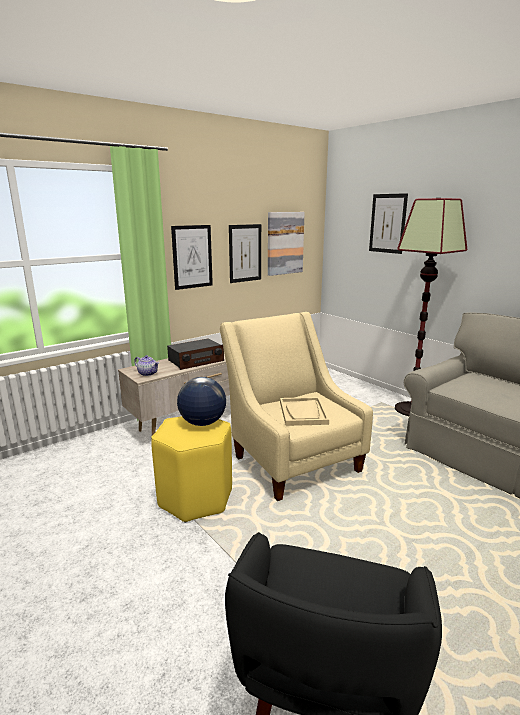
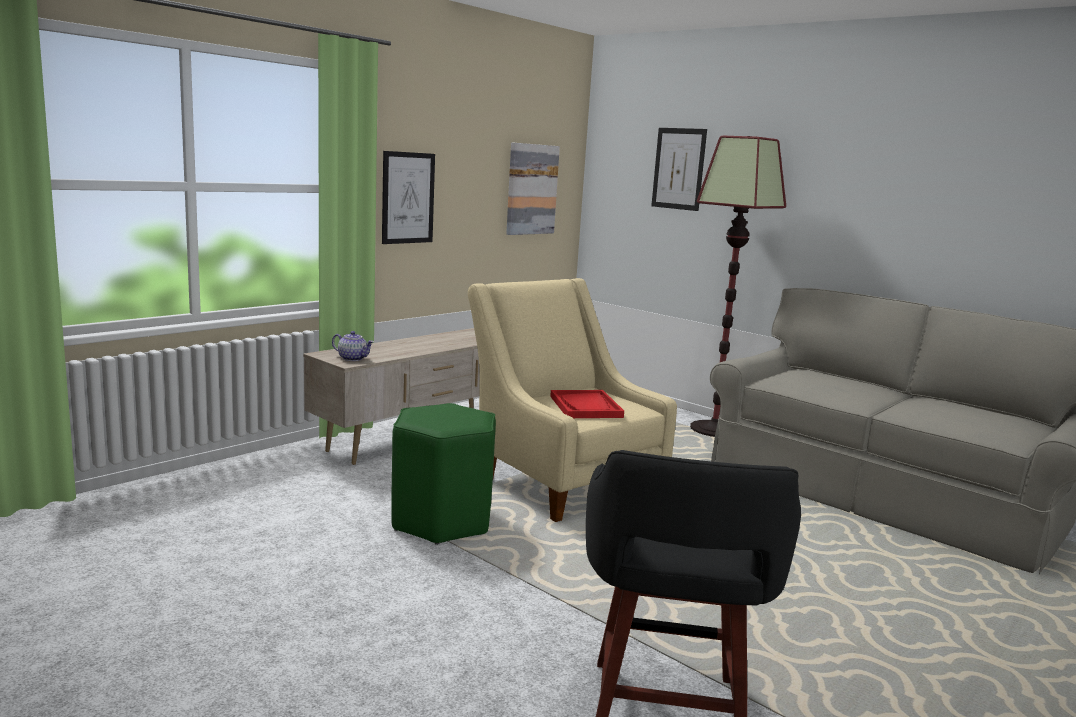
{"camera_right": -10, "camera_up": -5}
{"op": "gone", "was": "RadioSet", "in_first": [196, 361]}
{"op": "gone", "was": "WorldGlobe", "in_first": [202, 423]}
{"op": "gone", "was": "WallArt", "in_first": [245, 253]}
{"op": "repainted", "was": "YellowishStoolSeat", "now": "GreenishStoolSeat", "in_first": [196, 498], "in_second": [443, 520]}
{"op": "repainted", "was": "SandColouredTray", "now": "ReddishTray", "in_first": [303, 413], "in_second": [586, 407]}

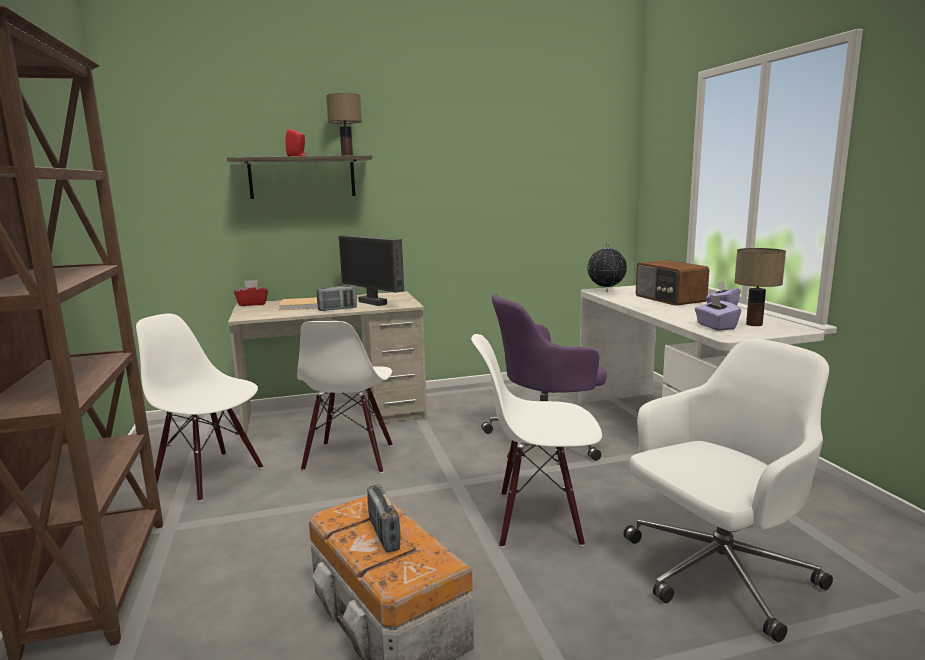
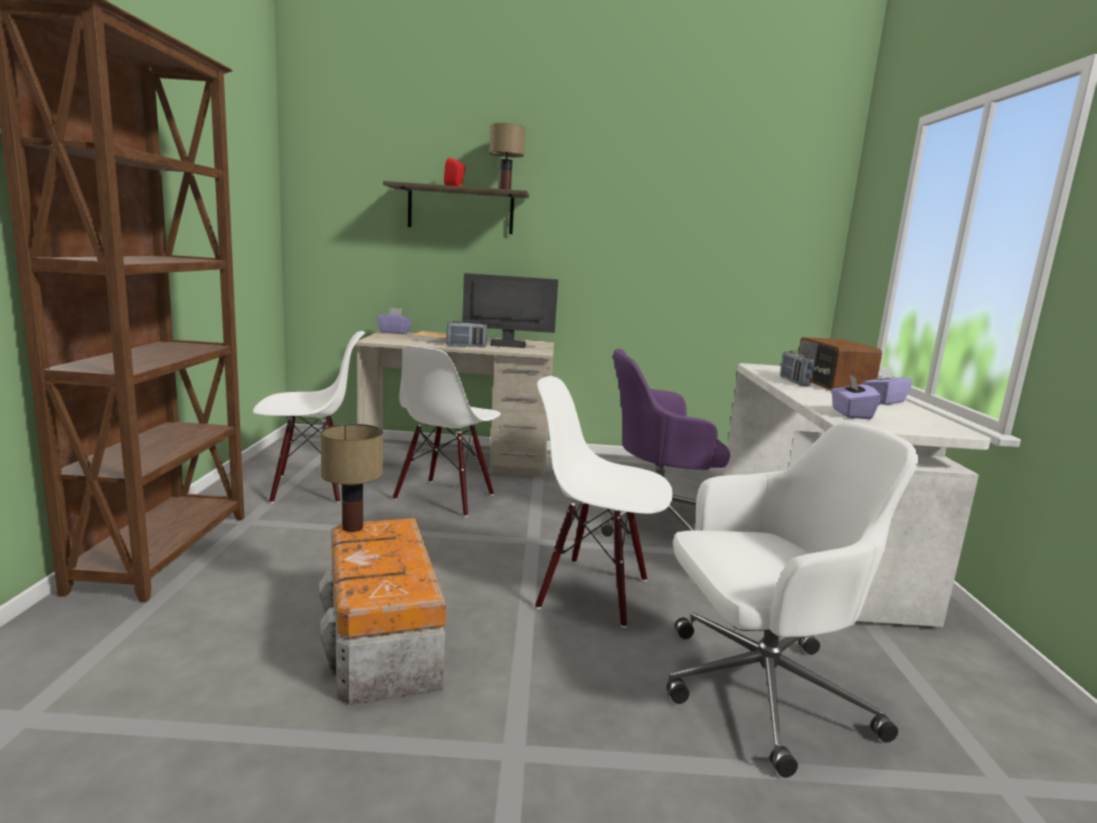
{"camera_right": 15, "camera_up": 0}
{"op": "gone", "was": "WorldGlobe", "in_first": [606, 292]}
{"op": "shifted", "was": "RadioSet", "in_first": [384, 535], "in_second": [794, 382]}
{"op": "shifted", "was": "LampForATable", "in_first": [754, 324], "in_second": [353, 527]}
{"op": "repainted", "was": "ReddishTissueBox", "now": "PurplishTissueBox", "in_first": [253, 304], "in_second": [394, 332]}
{"op": "rotated", "was": "WhitishUprightChair", "in_first": [210, 476], "in_second": [310, 487], "clockwise": 120}
{"op": "rotated", "was": "ComputerScreen", "in_first": [373, 303], "in_second": [507, 346], "clockwise": 120}

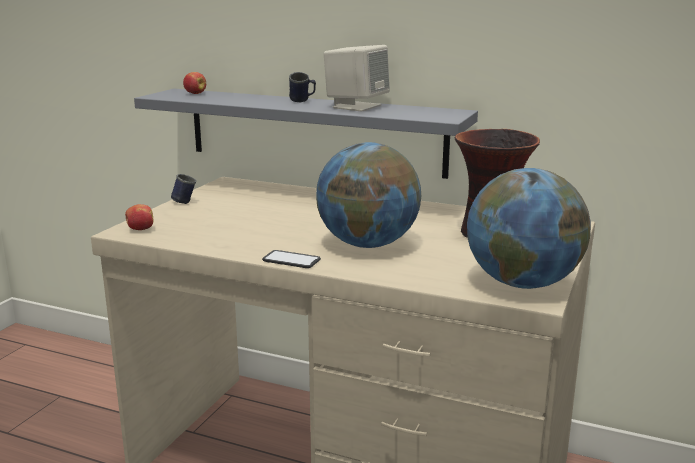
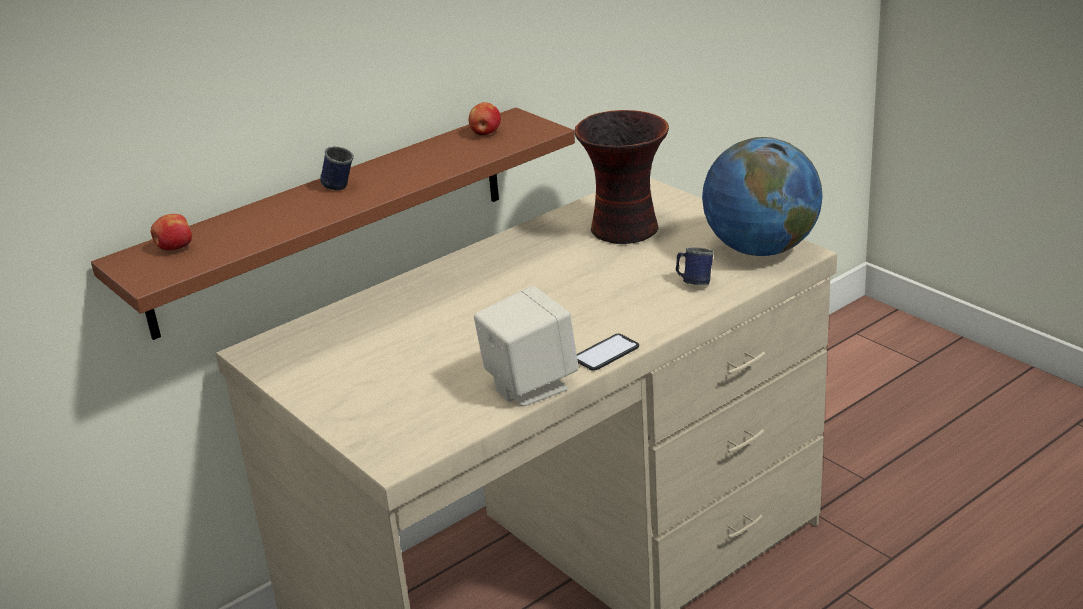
{"camera_right": -60, "camera_up": 10}
{"op": "gone", "was": "WorldGlobe", "in_first": [368, 244]}
{"op": "shifted", "was": "Apple", "in_first": [140, 229], "in_second": [485, 133]}
{"op": "shifted", "was": "BlueTeaMug", "in_first": [185, 201], "in_second": [694, 282]}
{"op": "shifted", "was": "SandColouredSpeaker", "in_first": [356, 106], "in_second": [529, 385]}
{"op": "repainted", "was": "GreyBracketShelf", "now": "BrownColouredBracketShelf", "in_first": [313, 131], "in_second": [331, 220]}

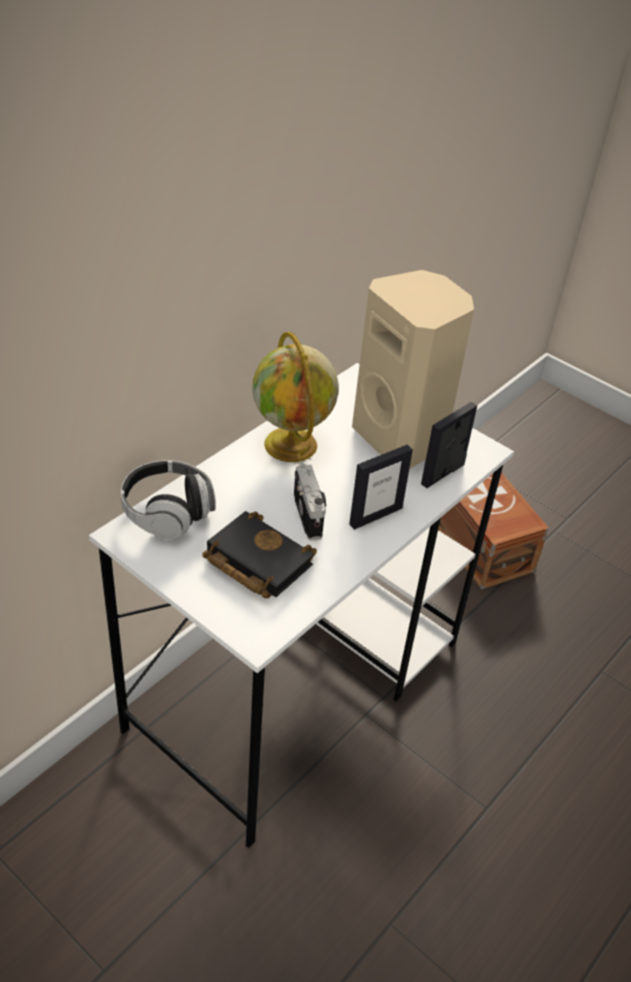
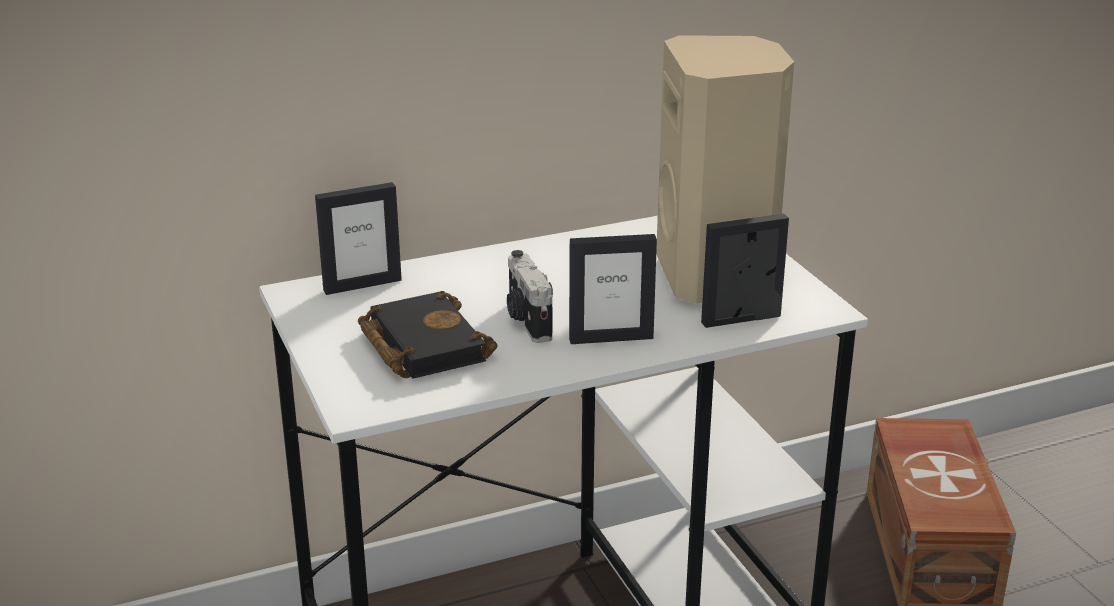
{"camera_right": 30, "camera_up": -15}
{"op": "gone", "was": "WorldGlobe", "in_first": [292, 446]}
{"op": "swapped", "was": "Headset", "now": "PhotoFrame", "in_first": [168, 512], "in_second": [362, 285]}
{"op": "rotated", "was": "StillCamera", "in_first": [310, 515], "in_second": [527, 321], "clockwise": 150}

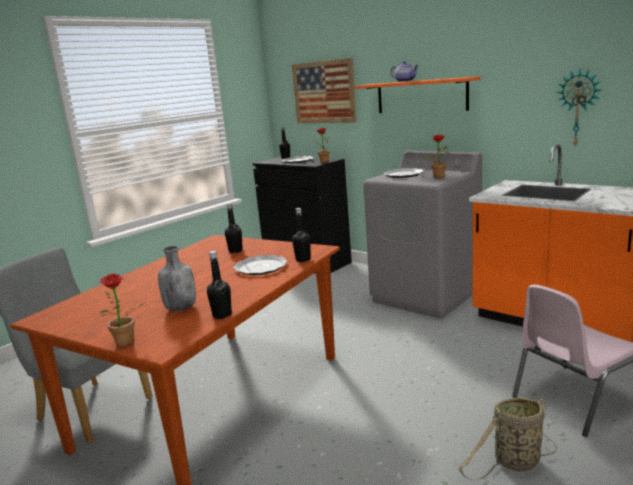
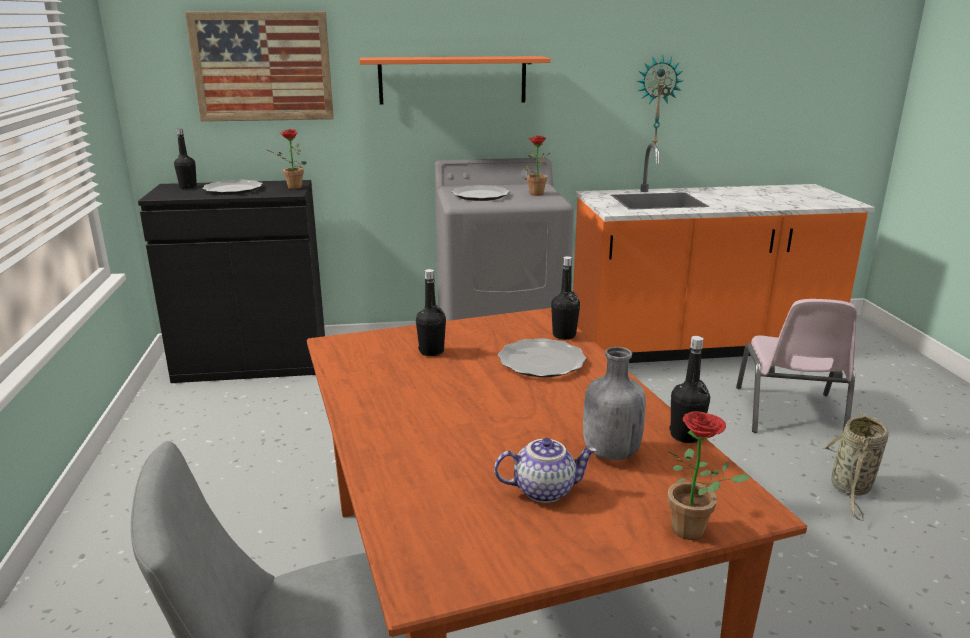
{"camera_right": -50, "camera_up": 5}
{"op": "shifted", "was": "Teapot", "in_first": [405, 81], "in_second": [544, 490]}

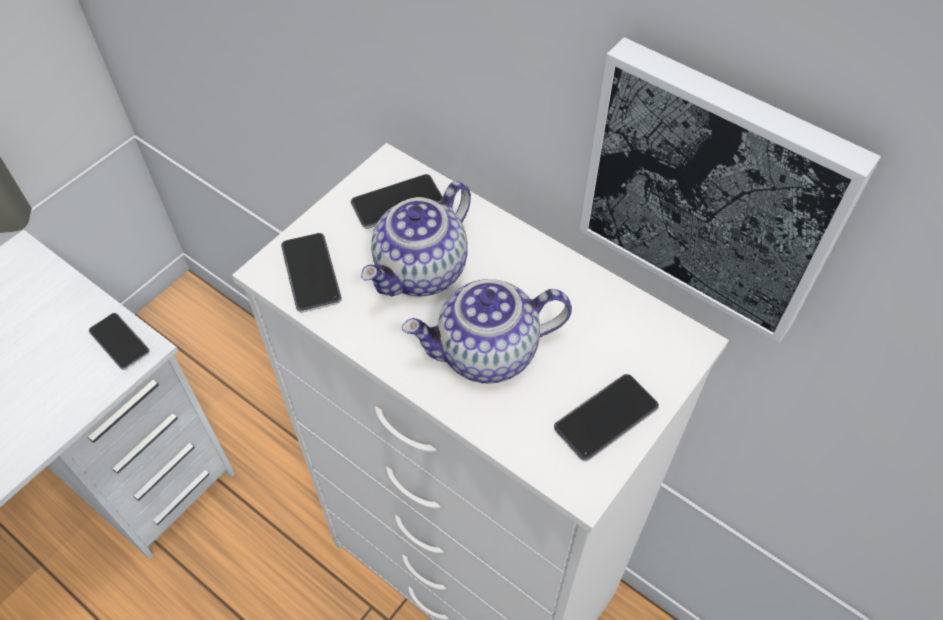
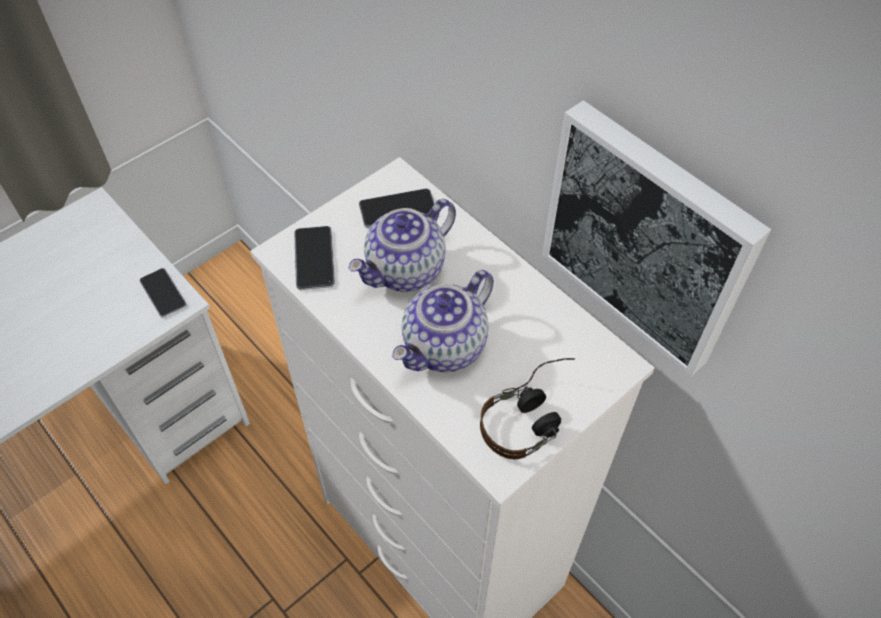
{"camera_right": 10, "camera_up": 0}
{"op": "swapped", "was": "Phone", "now": "Headset", "in_first": [606, 417], "in_second": [532, 416]}
{"op": "rotated", "was": "Teapot", "in_first": [487, 353], "in_second": [445, 347], "clockwise": -45}

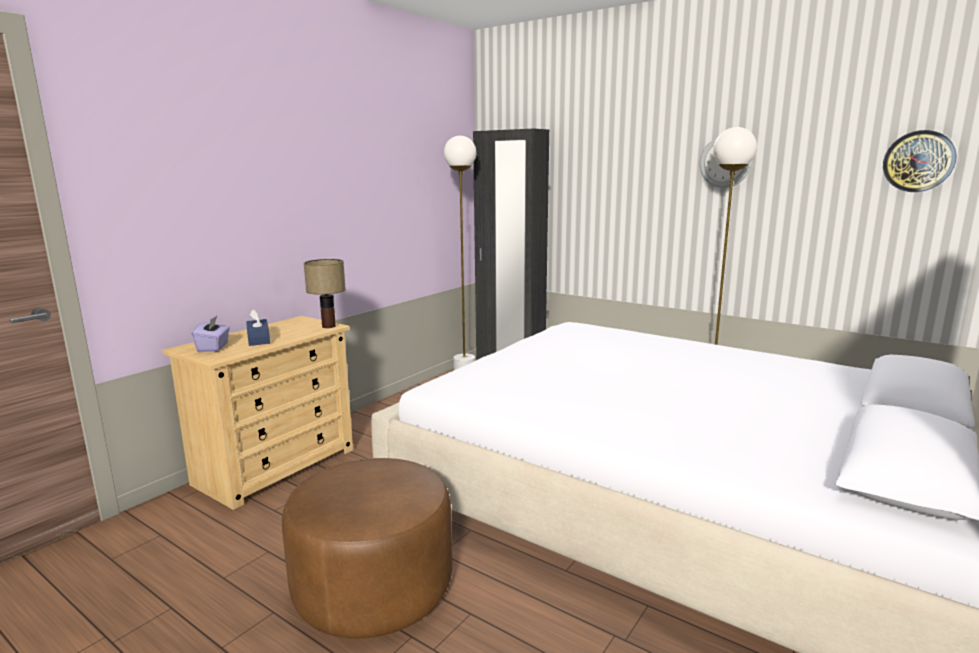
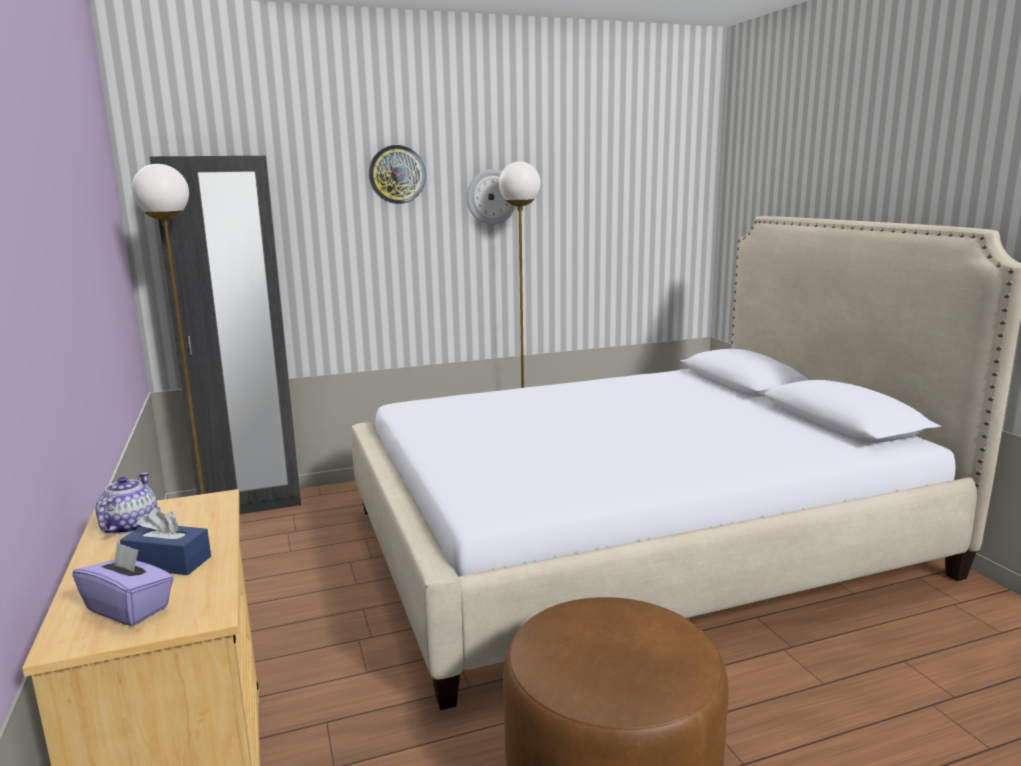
{"camera_right": -55, "camera_up": 0}
{"op": "gone", "was": "LampForATable", "in_first": [329, 326]}
{"op": "new", "now": "Teapot", "in_second": [129, 526]}
{"op": "shifted", "was": "WallClock", "in_first": [918, 161], "in_second": [397, 174]}

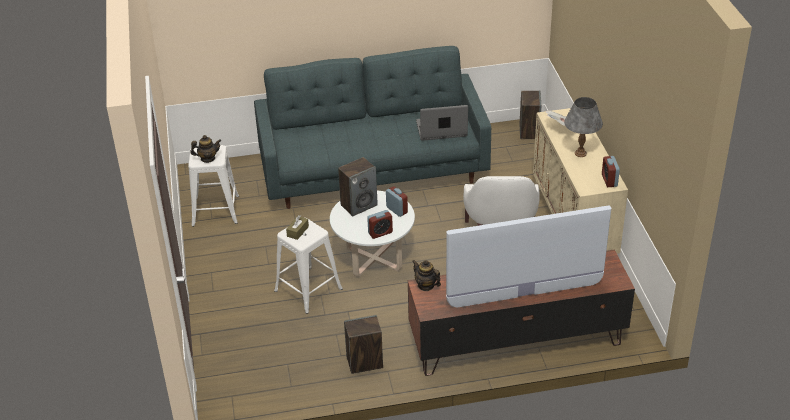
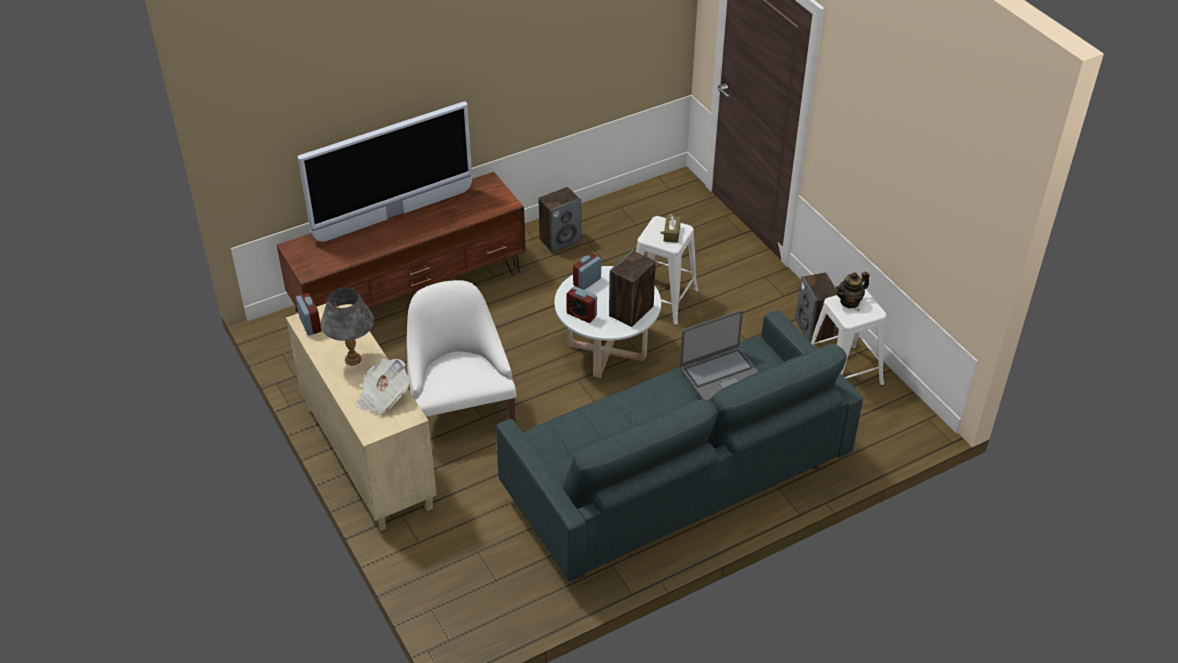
{"camera_right": 160, "camera_up": 5}
{"op": "gone", "was": "Teapot", "in_first": [426, 285]}
{"op": "shifted", "was": "PortableComputer", "in_first": [441, 129], "in_second": [720, 375]}
{"op": "shifted", "was": "Speaker", "in_first": [529, 132], "in_second": [814, 329]}

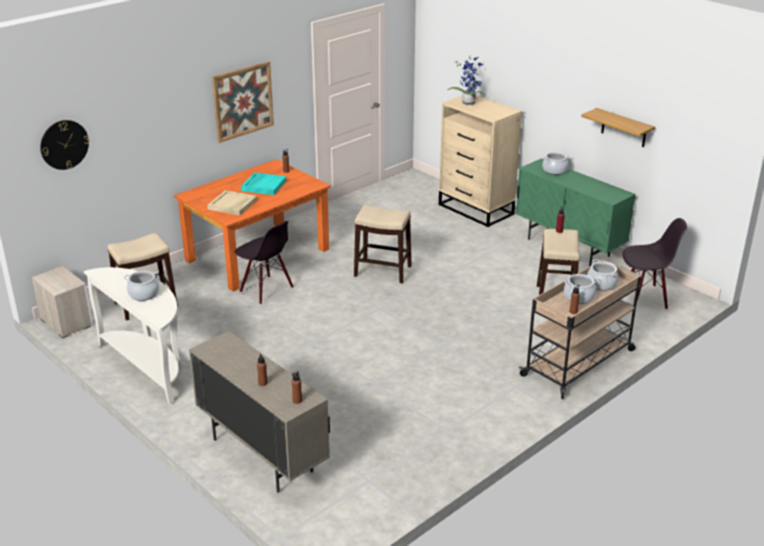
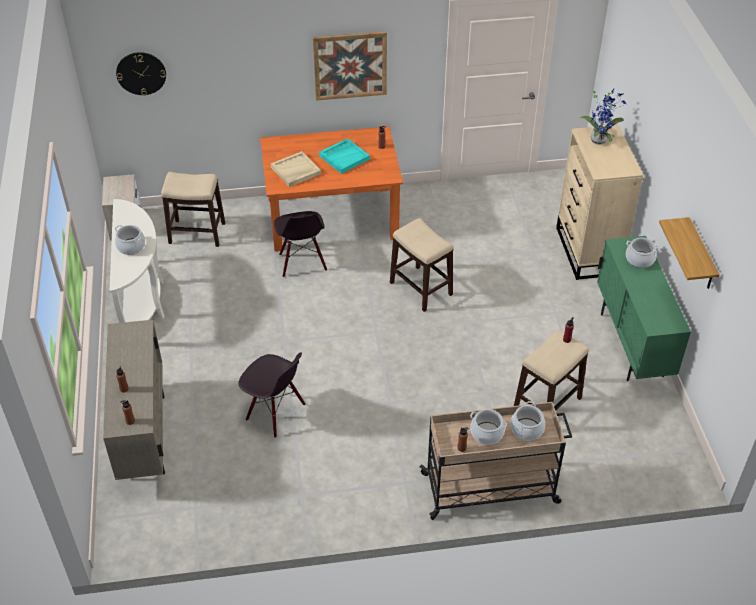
{"camera_right": 35, "camera_up": 15}
{"op": "shifted", "was": "BlackishUprightChair", "in_first": [644, 297], "in_second": [275, 413]}

